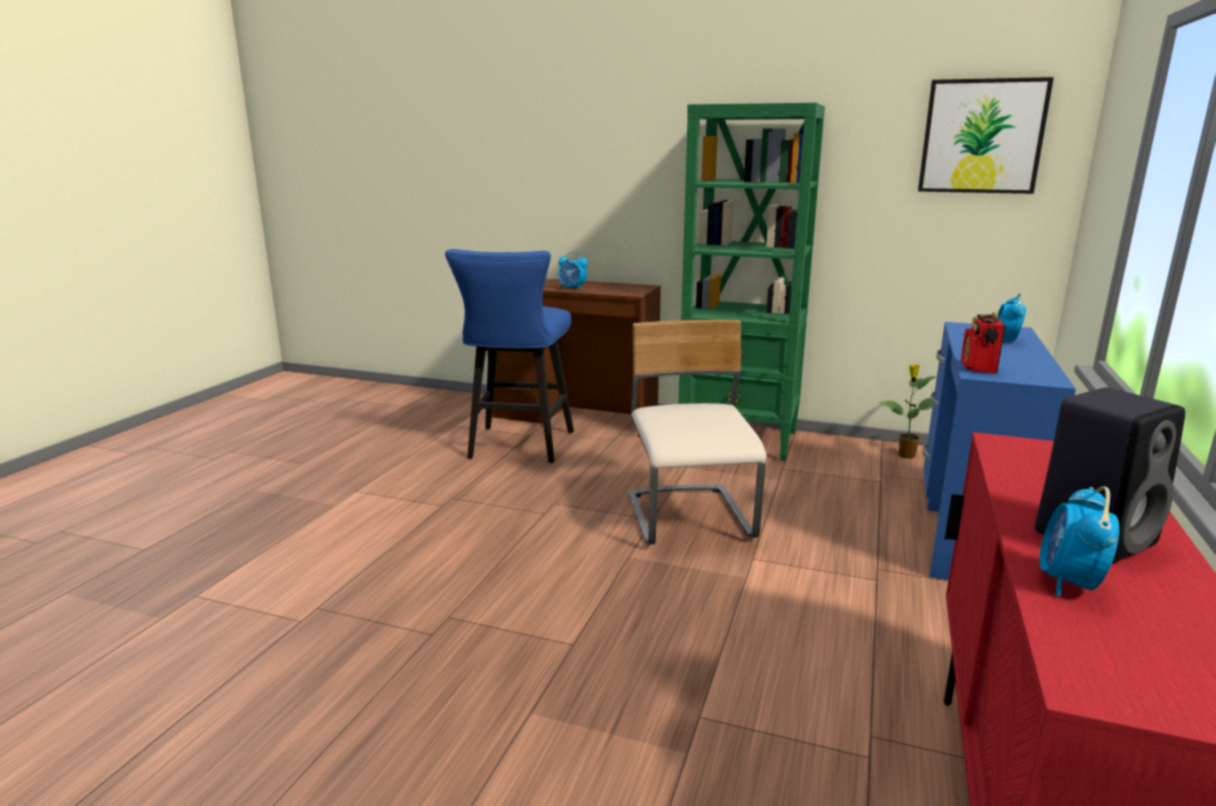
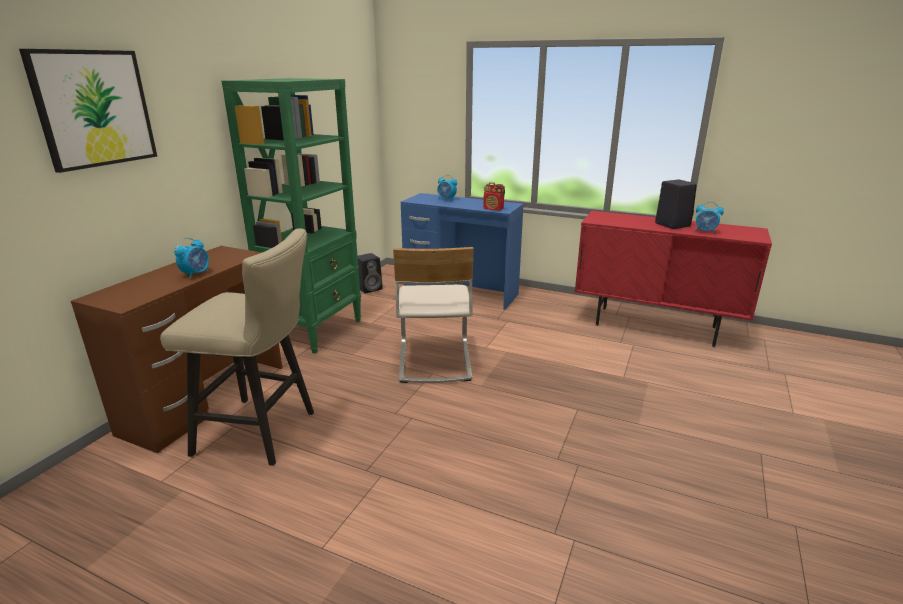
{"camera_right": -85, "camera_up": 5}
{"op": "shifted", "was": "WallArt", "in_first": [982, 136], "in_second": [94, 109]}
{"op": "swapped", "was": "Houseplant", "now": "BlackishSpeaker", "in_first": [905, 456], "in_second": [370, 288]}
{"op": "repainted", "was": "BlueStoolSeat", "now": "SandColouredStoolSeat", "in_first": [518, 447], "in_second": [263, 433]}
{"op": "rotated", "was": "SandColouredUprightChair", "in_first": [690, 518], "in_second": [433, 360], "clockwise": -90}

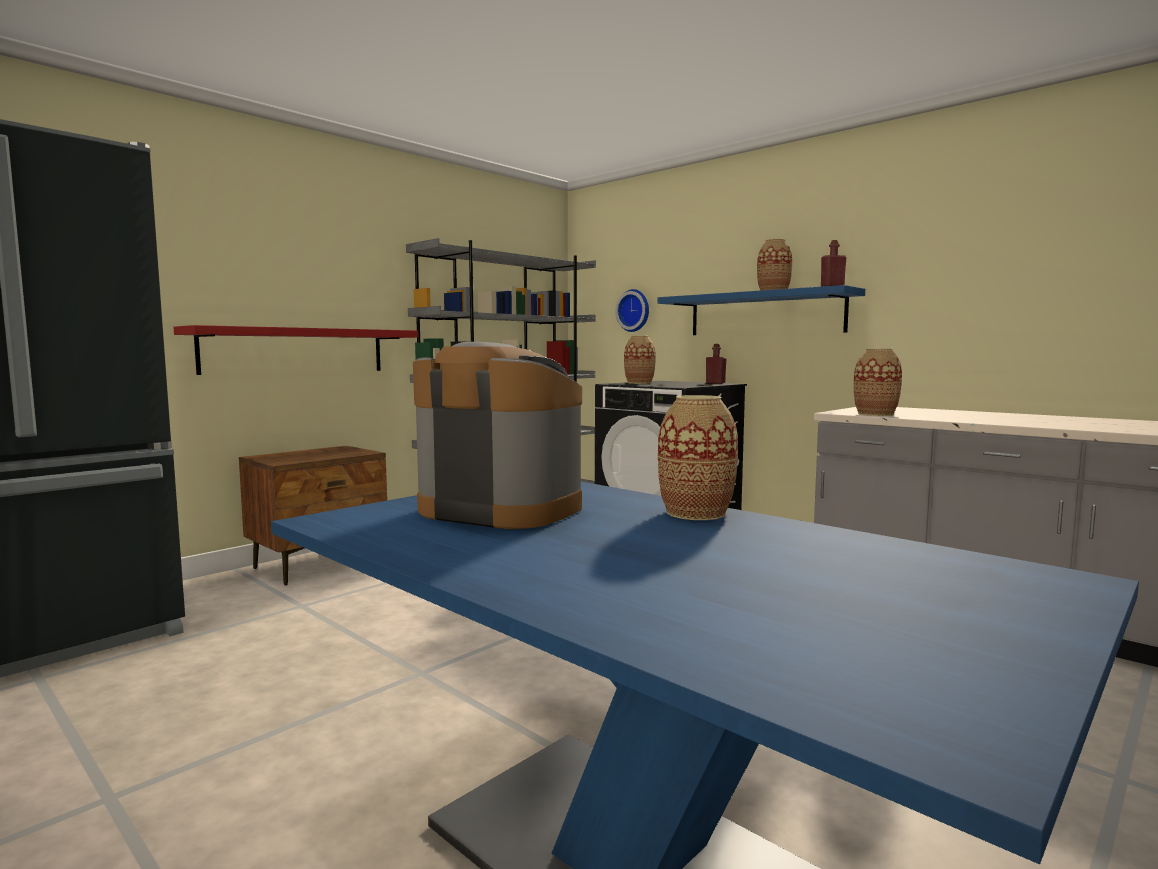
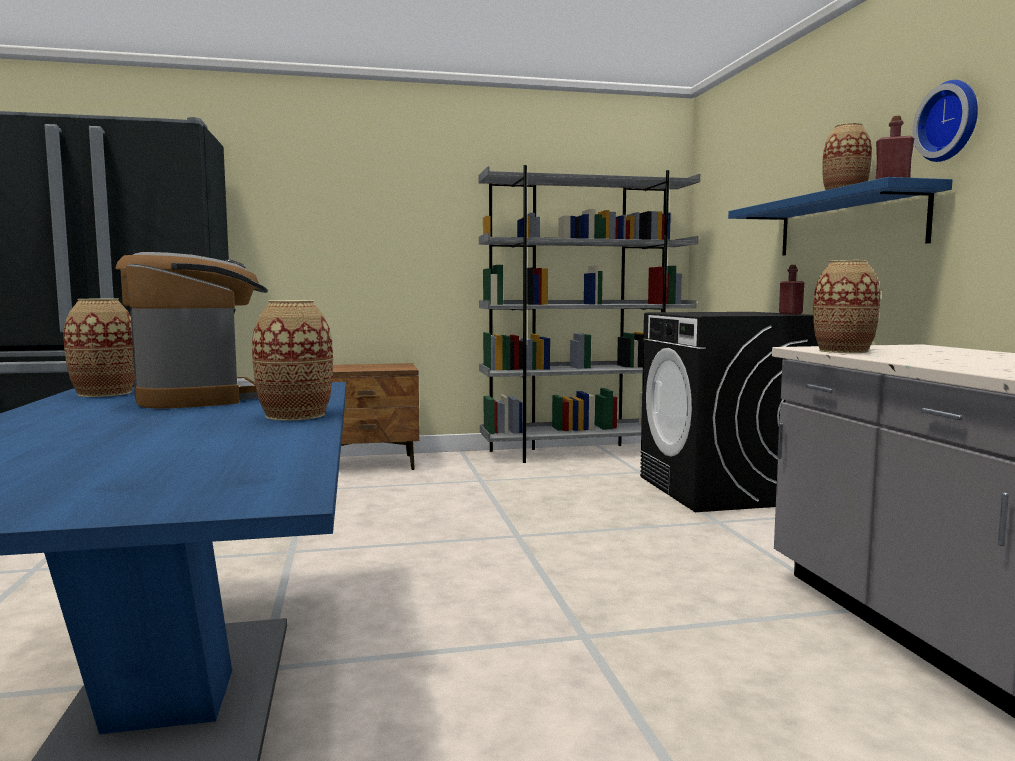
{"camera_right": 35, "camera_up": 0}
{"op": "gone", "was": "ReddishBracketShelf", "in_first": [296, 350]}
{"op": "shifted", "was": "WallClock", "in_first": [634, 310], "in_second": [951, 121]}
{"op": "shifted", "was": "Vase", "in_first": [639, 383], "in_second": [104, 393]}

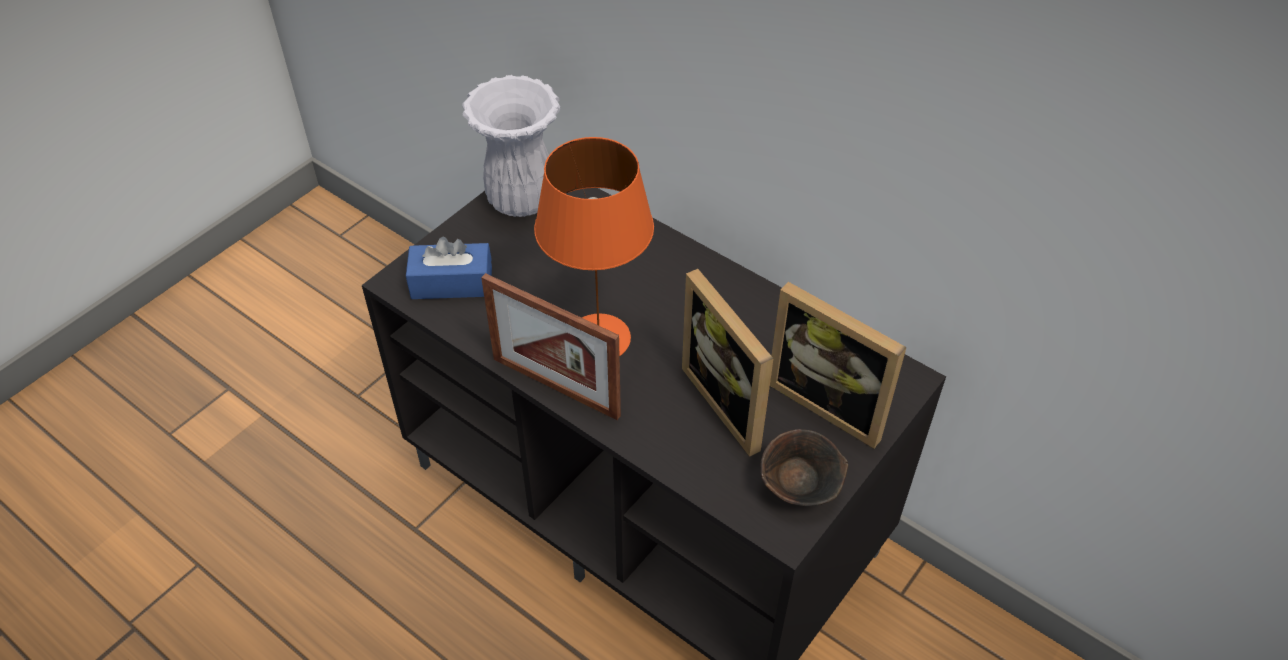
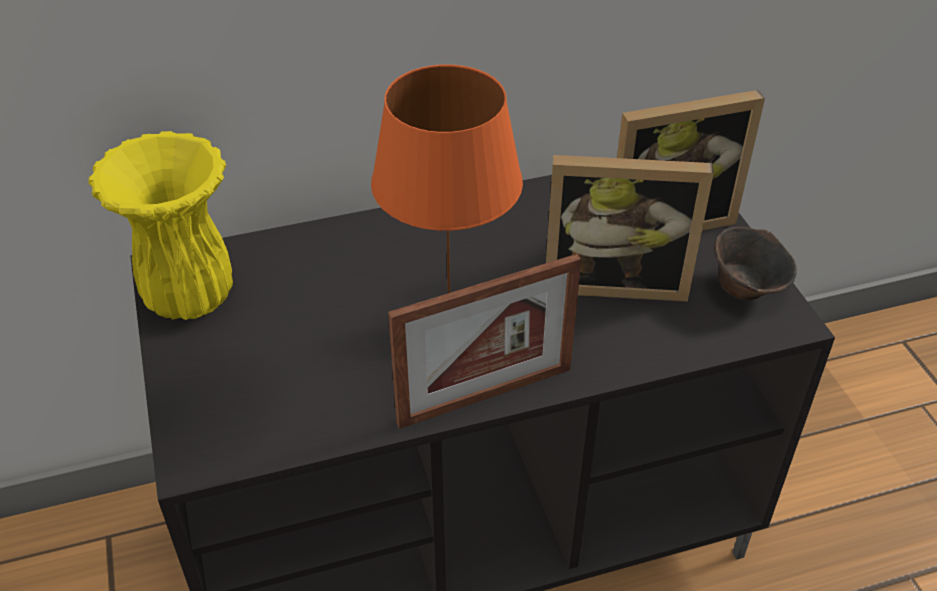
{"camera_right": -55, "camera_up": -5}
{"op": "gone", "was": "BlueTissueBox", "in_first": [452, 283]}
{"op": "repainted", "was": "WhitishVase", "now": "YellowishVase", "in_first": [522, 199], "in_second": [189, 296]}

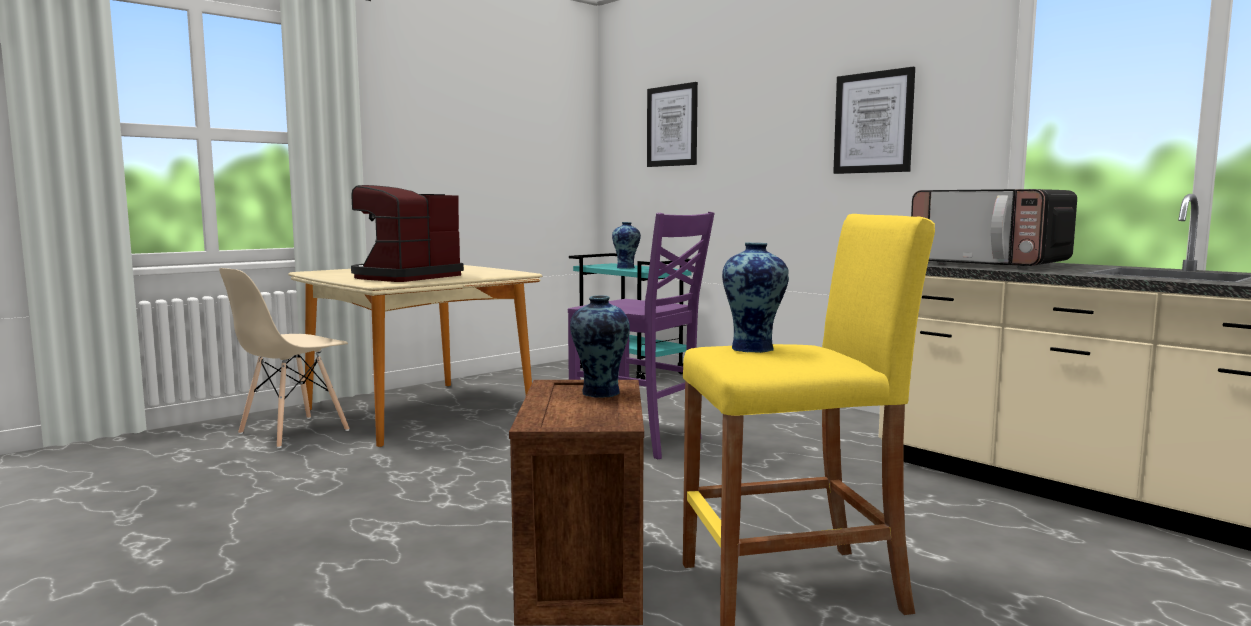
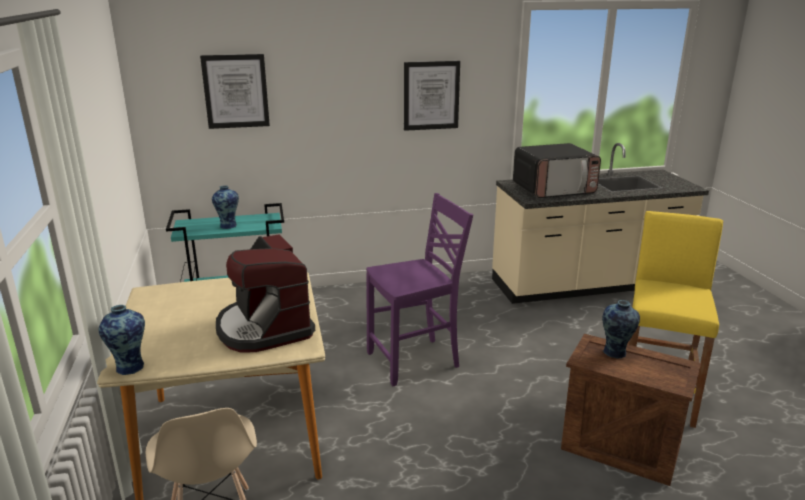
{"camera_right": -60, "camera_up": 15}
{"op": "shifted", "was": "Vase", "in_first": [753, 348], "in_second": [130, 366]}

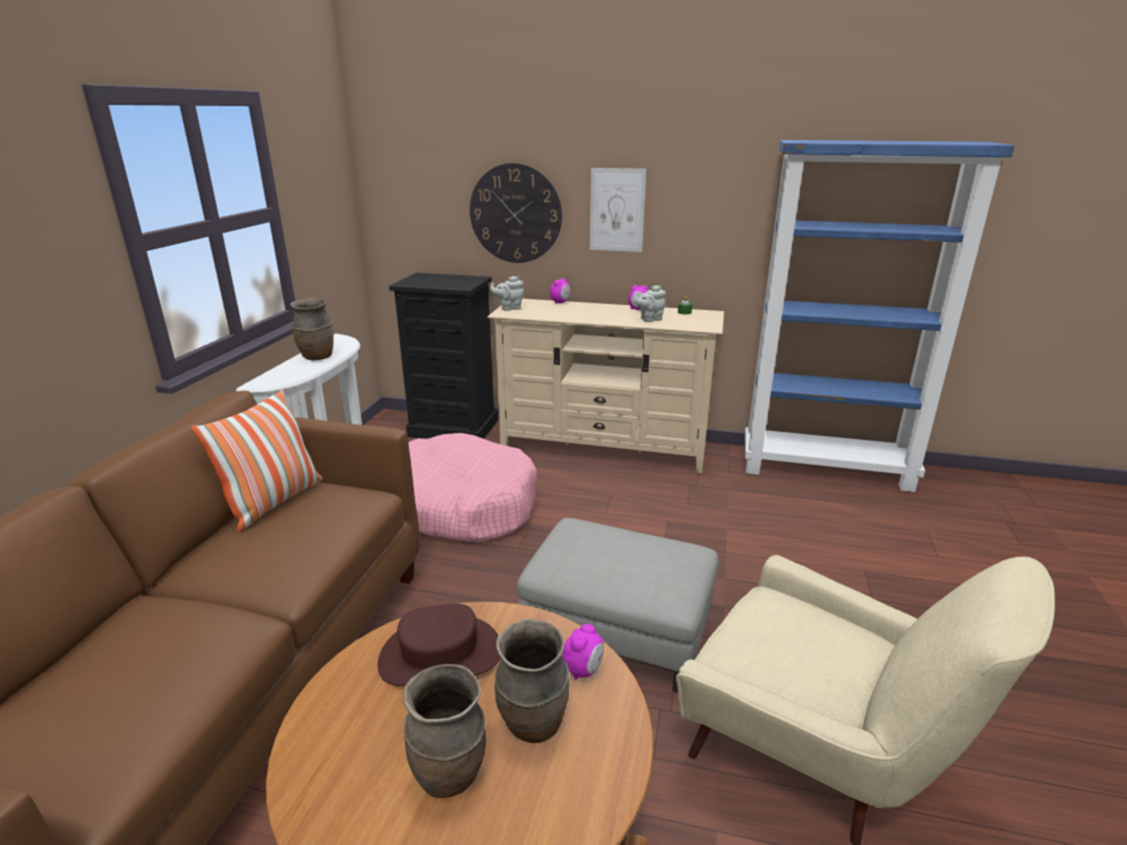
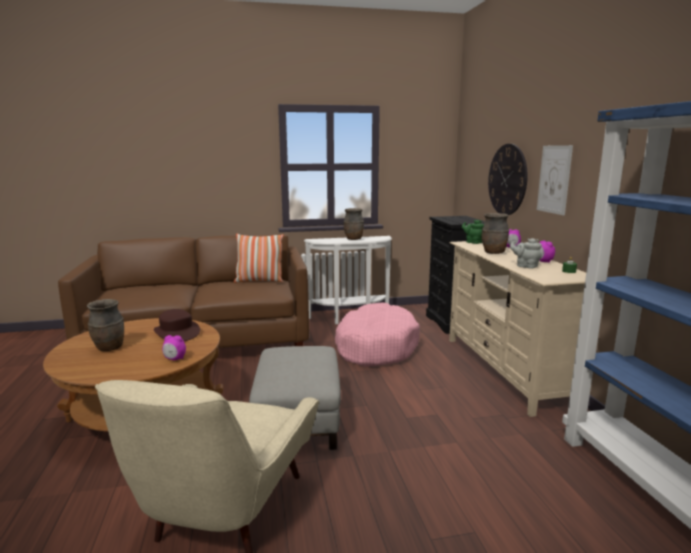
{"camera_right": 65, "camera_up": -10}
{"op": "shifted", "was": "BrownColouredVase", "in_first": [533, 725], "in_second": [493, 253]}
{"op": "repainted", "was": "GreyTeapot", "now": "GreenishTeapot", "in_first": [509, 308], "in_second": [473, 242]}

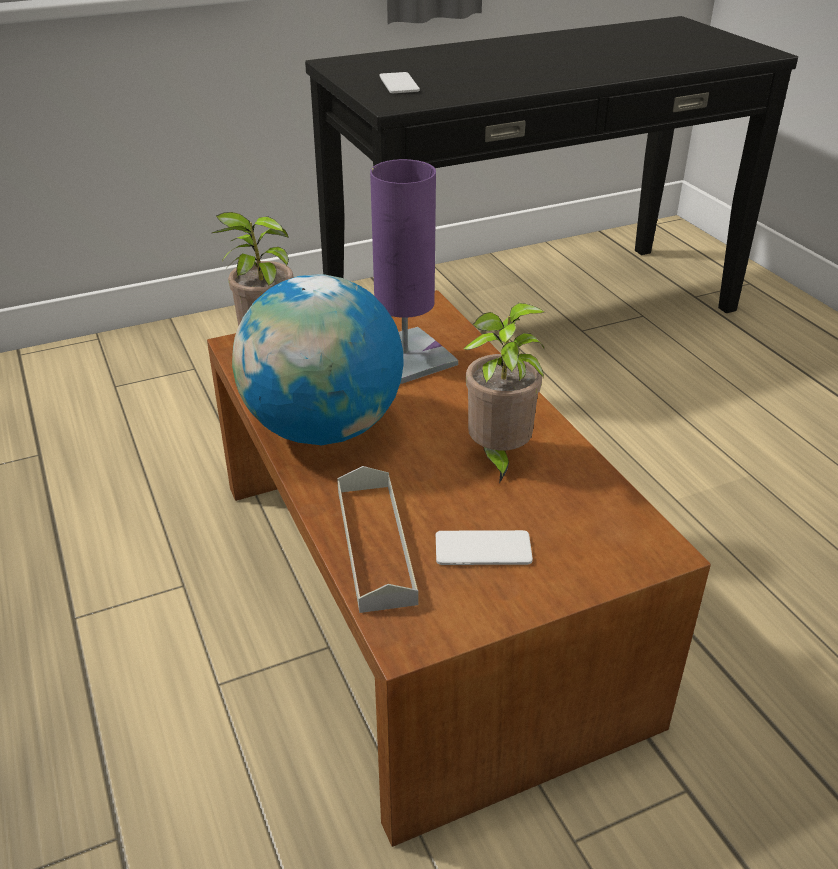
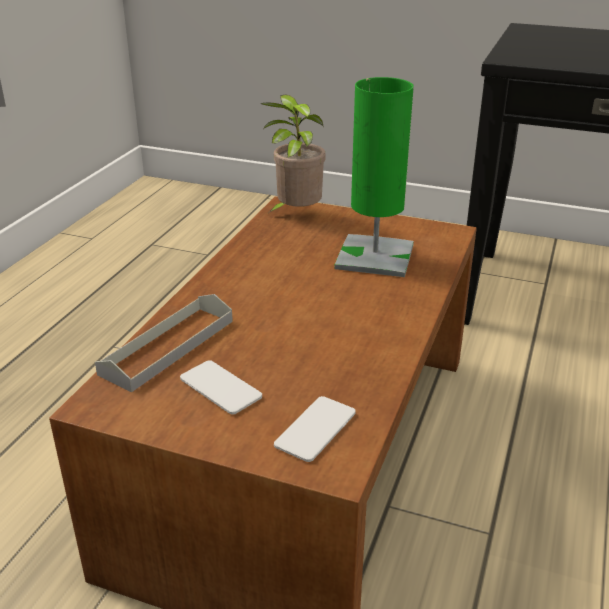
{"camera_right": 45, "camera_up": -5}
{"op": "gone", "was": "WorldGlobe", "in_first": [323, 429]}
{"op": "gone", "was": "Houseplant", "in_first": [498, 457]}
{"op": "shifted", "was": "Phone", "in_first": [399, 84], "in_second": [315, 429]}
{"op": "repainted", "was": "PurplishLampForATable", "now": "GreenishLampForATable", "in_first": [405, 358], "in_second": [375, 257]}

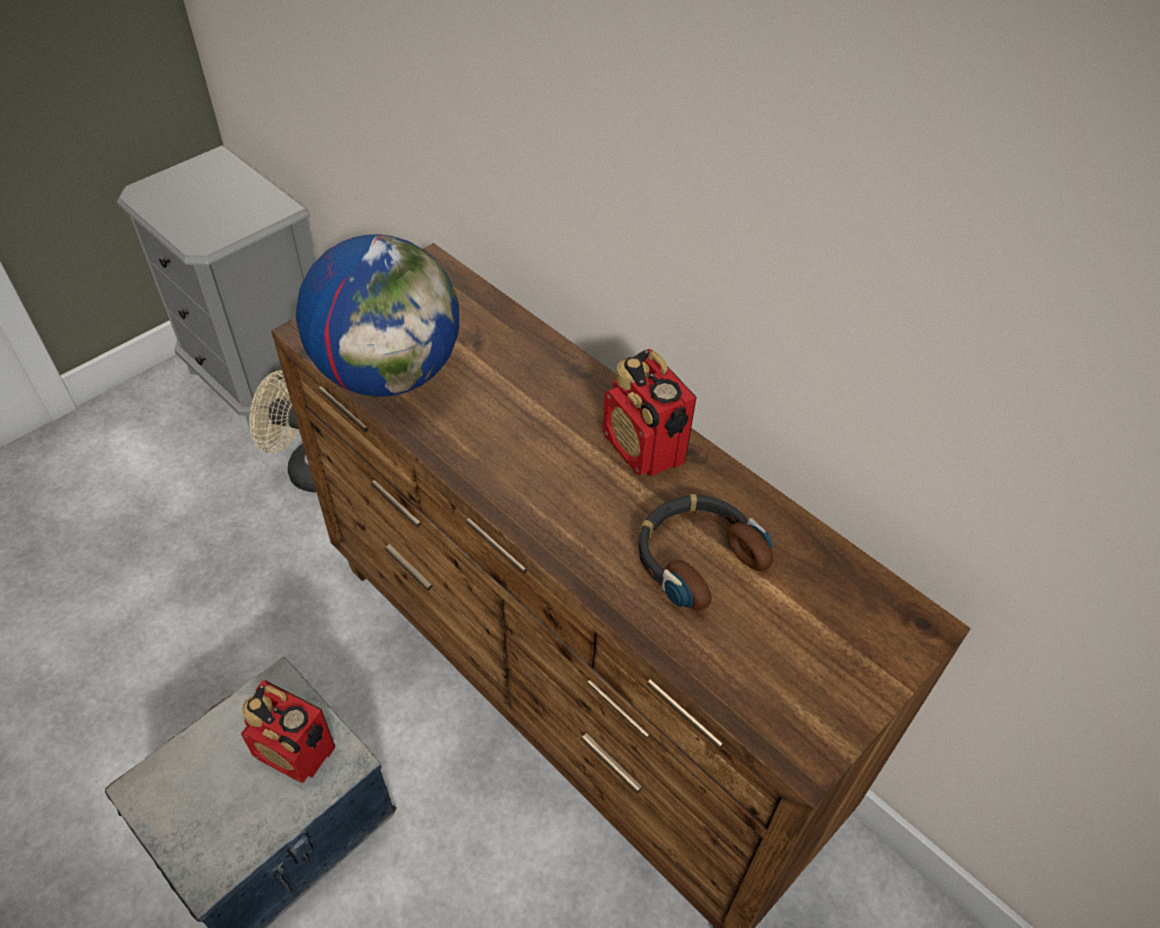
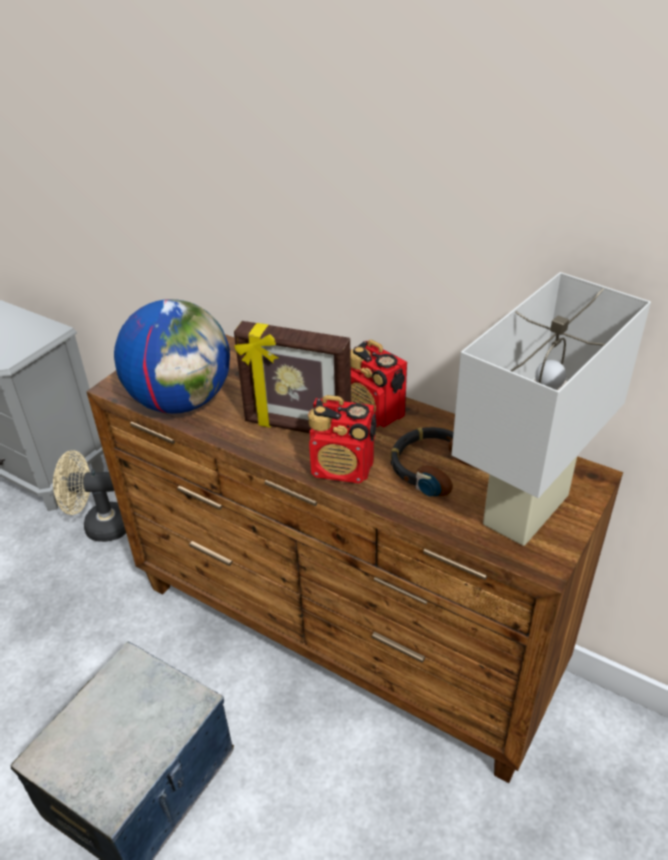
{"camera_right": -10, "camera_up": -10}
{"op": "new", "now": "PhotoFrame", "in_second": [297, 427]}
{"op": "new", "now": "WhitishLampForATable", "in_second": [526, 510]}
{"op": "shifted", "was": "RadioSet", "in_first": [295, 752], "in_second": [343, 469]}

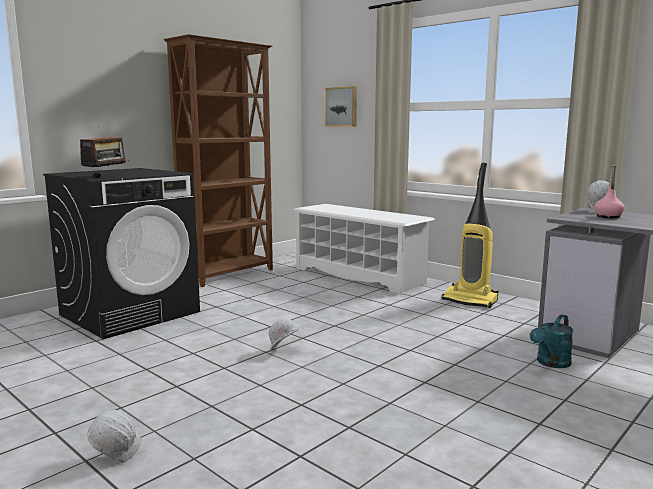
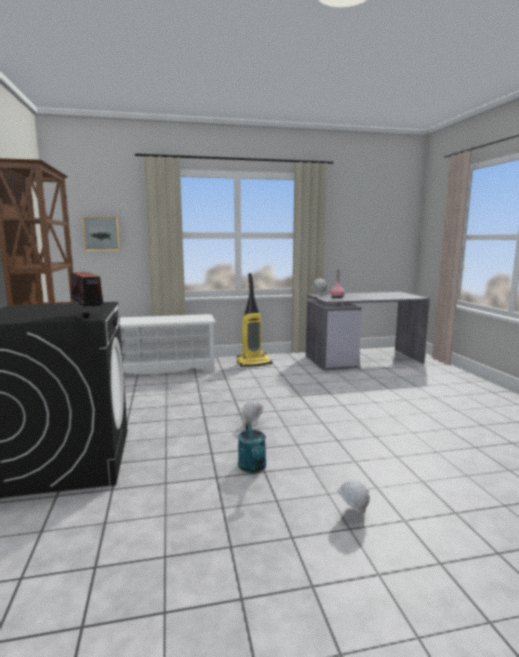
{"camera_right": -55, "camera_up": 0}
{"op": "shifted", "was": "BlueGreenWateringPot", "in_first": [551, 363], "in_second": [253, 468]}

